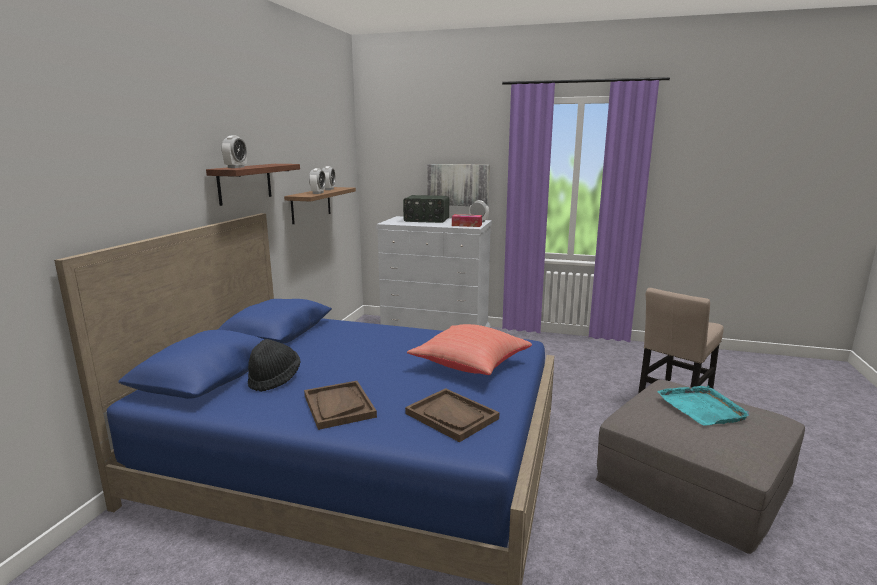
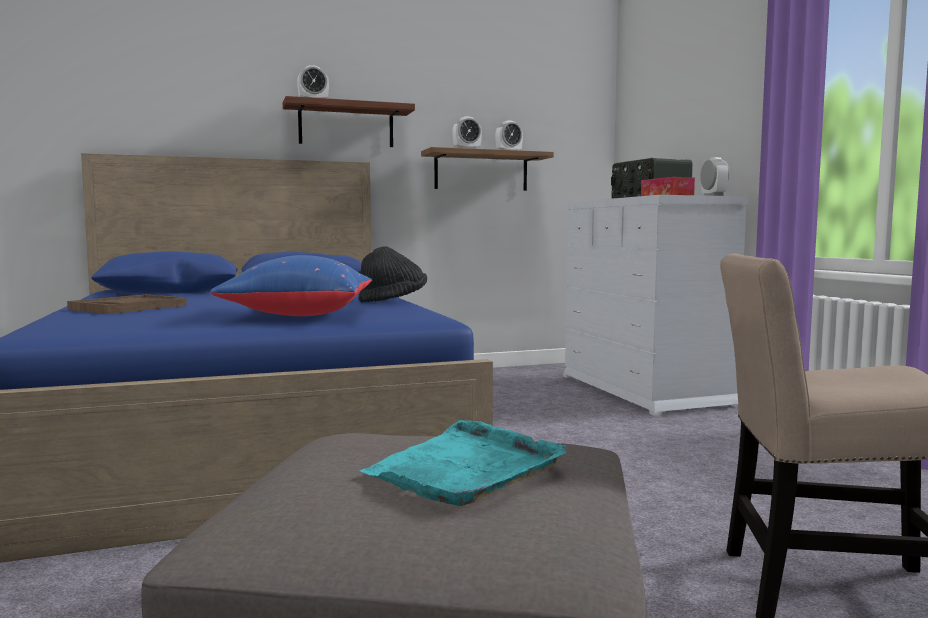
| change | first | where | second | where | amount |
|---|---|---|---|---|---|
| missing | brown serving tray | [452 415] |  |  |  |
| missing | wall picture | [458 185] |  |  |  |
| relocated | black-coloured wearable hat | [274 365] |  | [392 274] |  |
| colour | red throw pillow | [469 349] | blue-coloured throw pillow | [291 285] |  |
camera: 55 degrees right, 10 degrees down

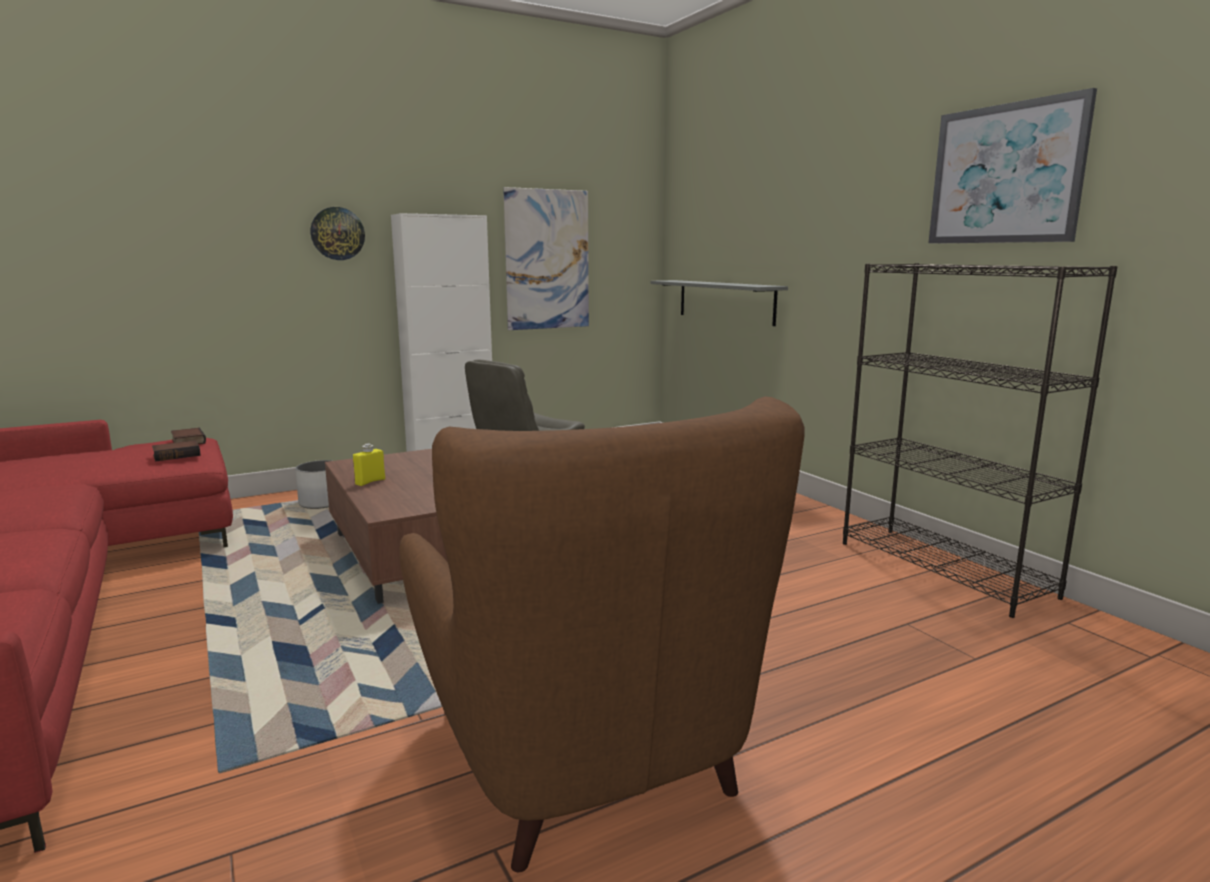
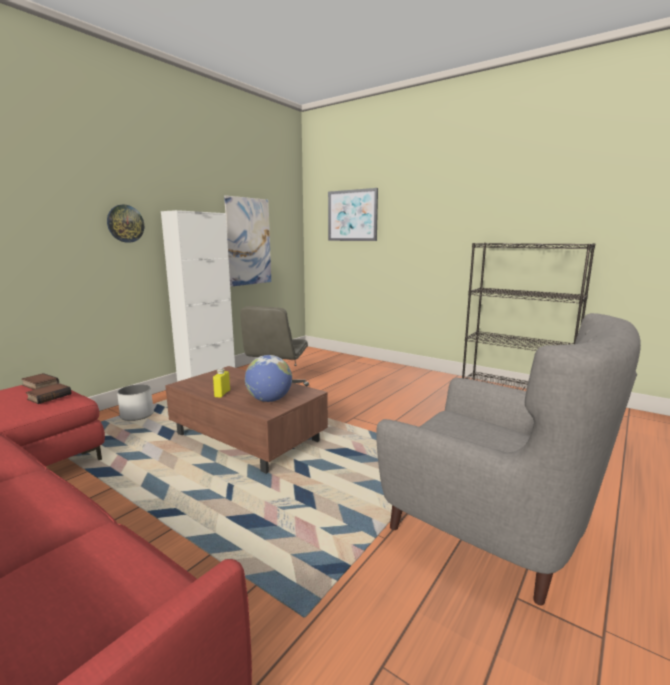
| change | first | where | second | where | amount |
|---|---|---|---|---|---|
| missing | grey bracket shelf | [719 303] |  |  |  |
| appeared |  |  | globe | [268 378] |  |
| relocated | wall picture | [1012 166] |  | [353 214] |  |
| colour | brown lounge chair | [602 634] | grey lounge chair | [508 459] |  |
camera: 25 degrees left, 0 degrees up

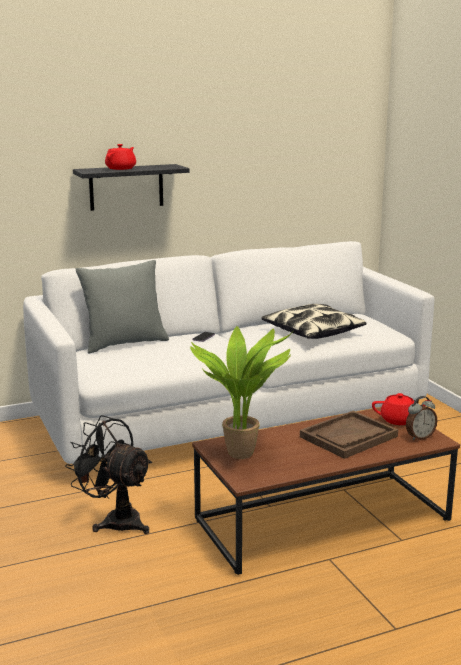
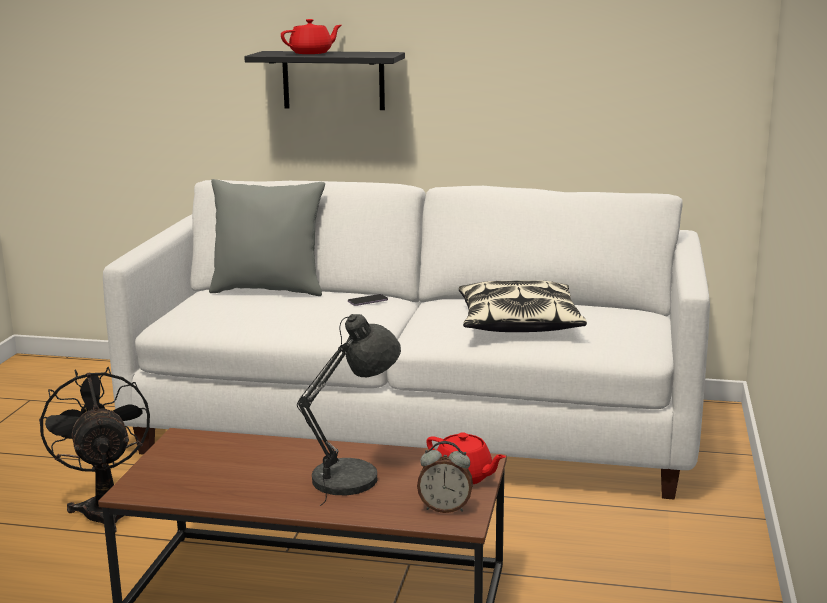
| change | first | where | second | where | amount |
|---|---|---|---|---|---|
| missing | potted plant | [242 392] |  |  |  |
| exchanged | brown serving tray | [349 435] | grey lamp for a table | [349 410] |  |
camera: 35 degrees right, 0 degrees up

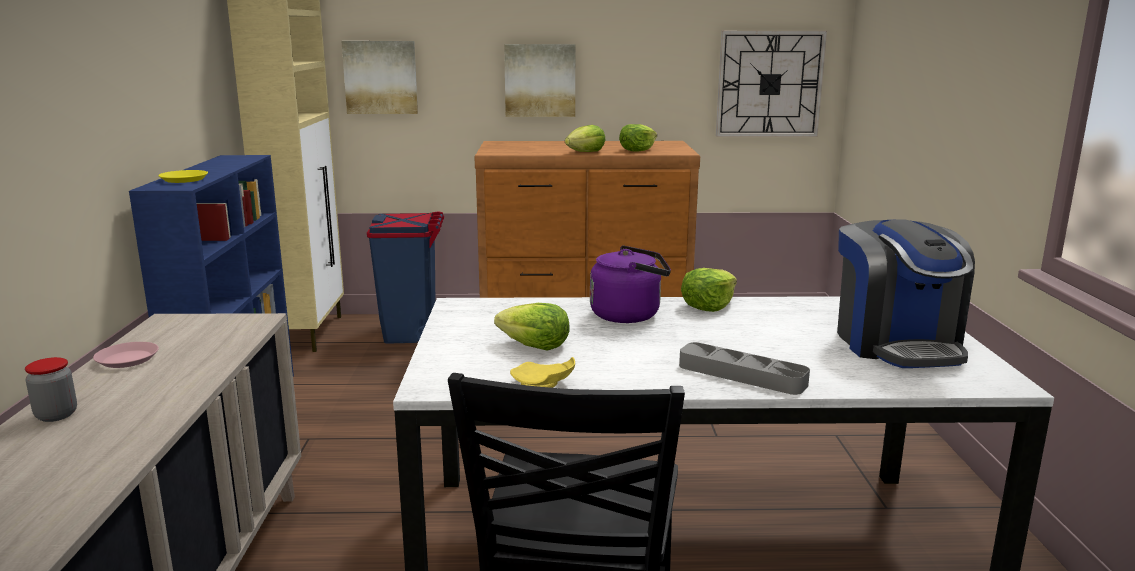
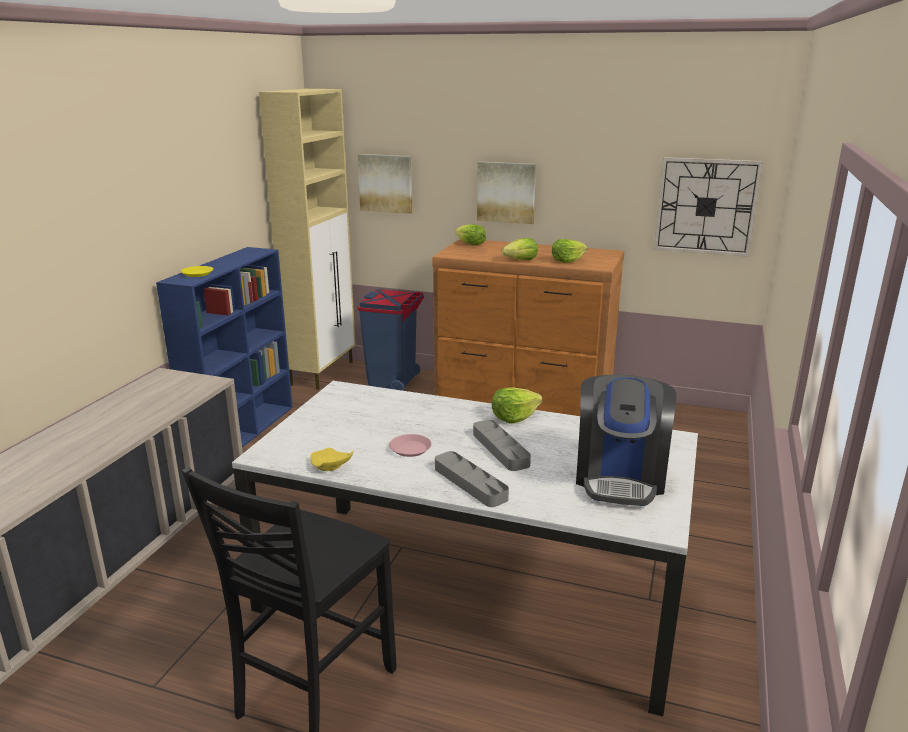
| change | first | where | second | where | amount |
|---|---|---|---|---|---|
| missing | jar | [51 389] |  |  |  |
| missing | purple-coloured kettle | [630 284] |  |  |  |
| appeared |  |  | grey serving tray | [502 445] |  |
| relocated | pinkish flat dish | [126 355] |  | [410 445] |  |
| relocated | head of lettuce | [532 327] |  | [470 235] |  |
camera: 20 degrees right, 5 degrees up

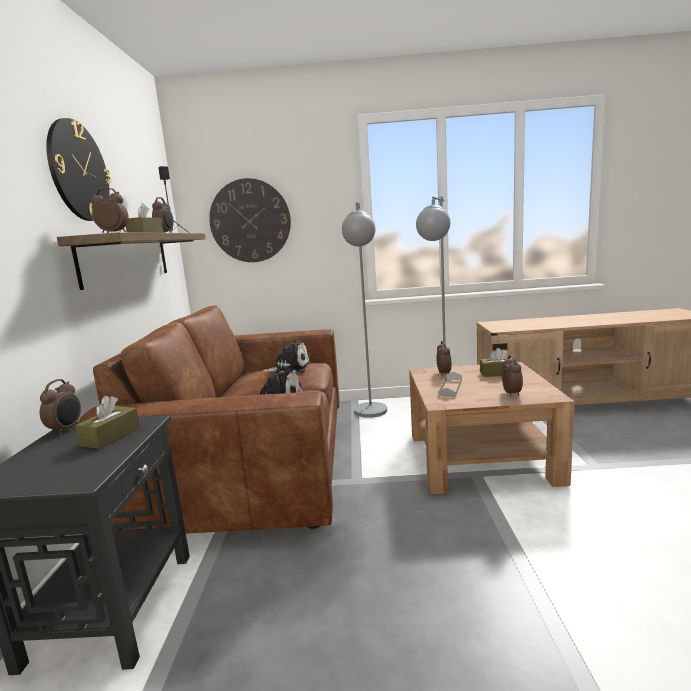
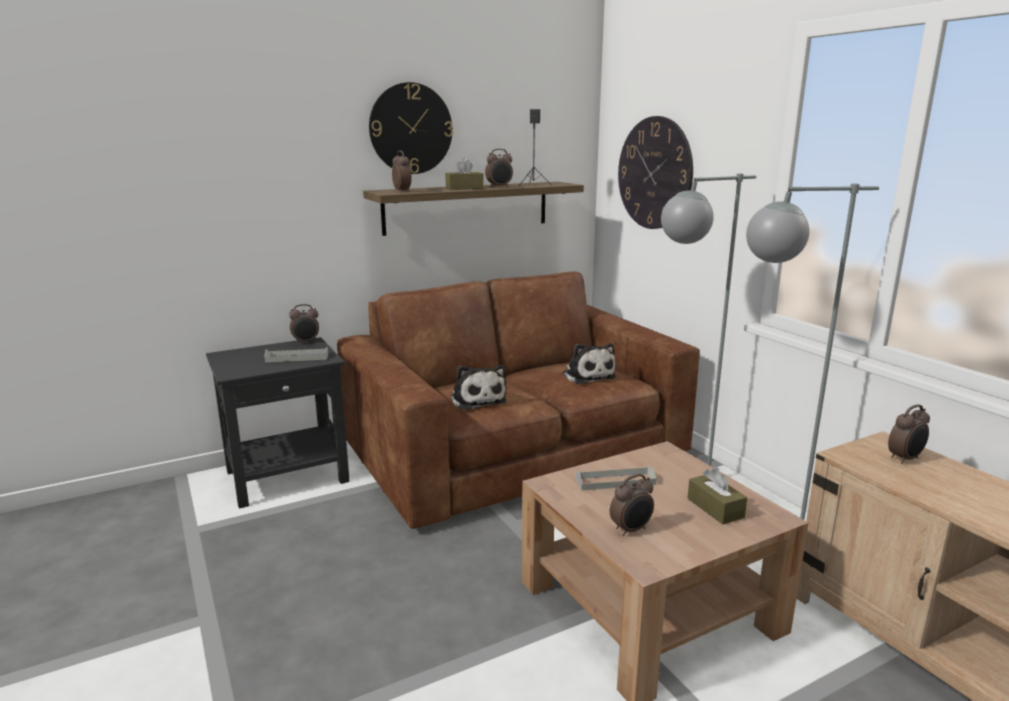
| change | first | where | second | where | amount |
|---|---|---|---|---|---|
| relocated | alarm clock | [443 357] |  | [909 434] |  |
| exchanged | brown box of tissues | [107 422] | grey serving tray | [296 354] |  |
camera: 60 degrees right, 5 degrees up

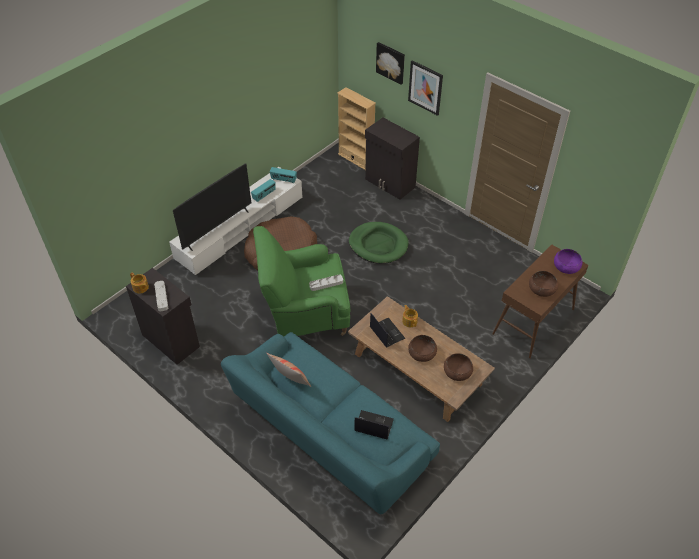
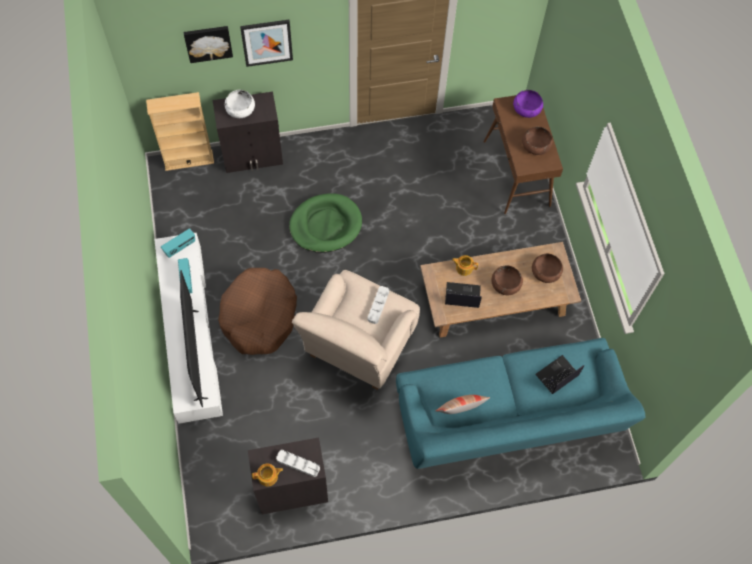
| change | first | where | second | where | amount |
|---|---|---|---|---|---|
| appeared |  |  | whitish deep dish | [240 104] |  |
| colour | green-coloured lounge chair | [301 281] | beige lounge chair | [356 330] |  |
camera: 55 degrees left, 15 degrees up

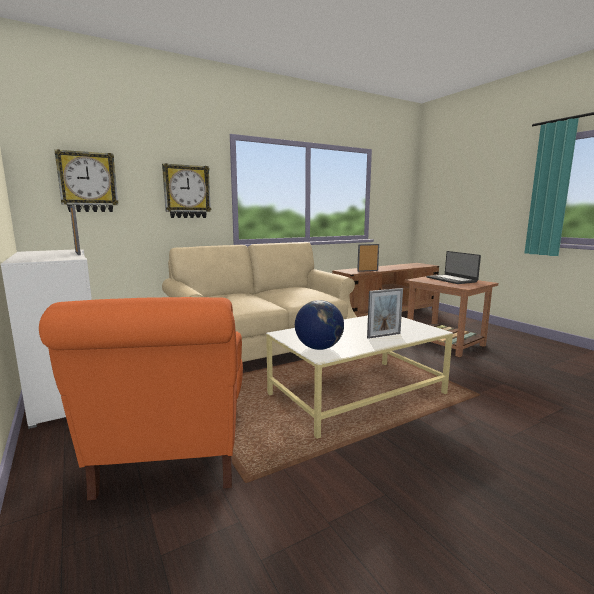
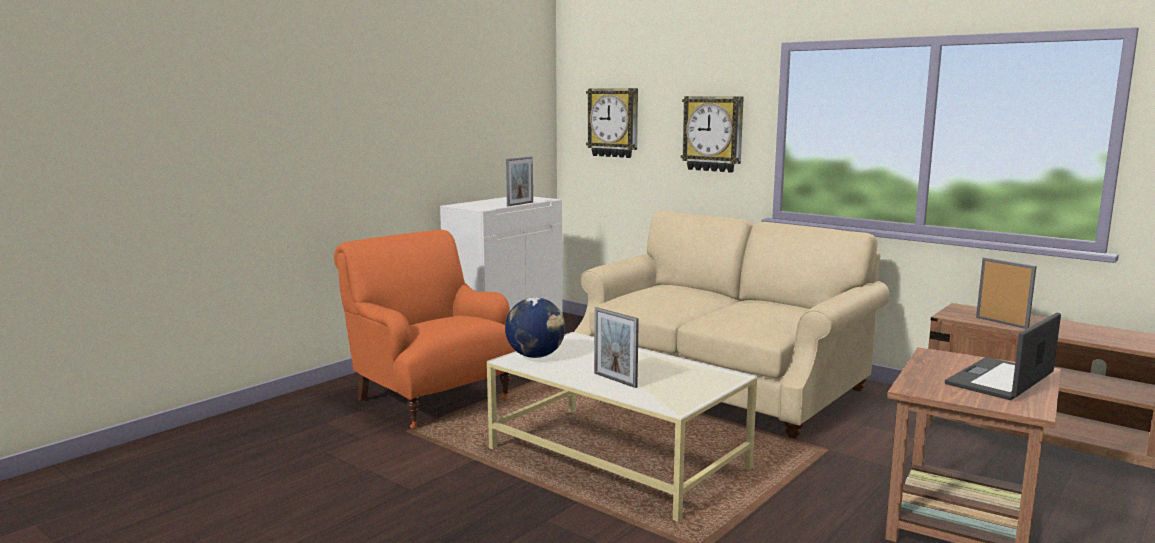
| change | first | where | second | where | amount |
|---|---|---|---|---|---|
| spun | orange-coloured lounge chair | [141 398] |  | [424 329] | 75 degrees clockwise |
camera: 70 degrees right, 0 degrees up

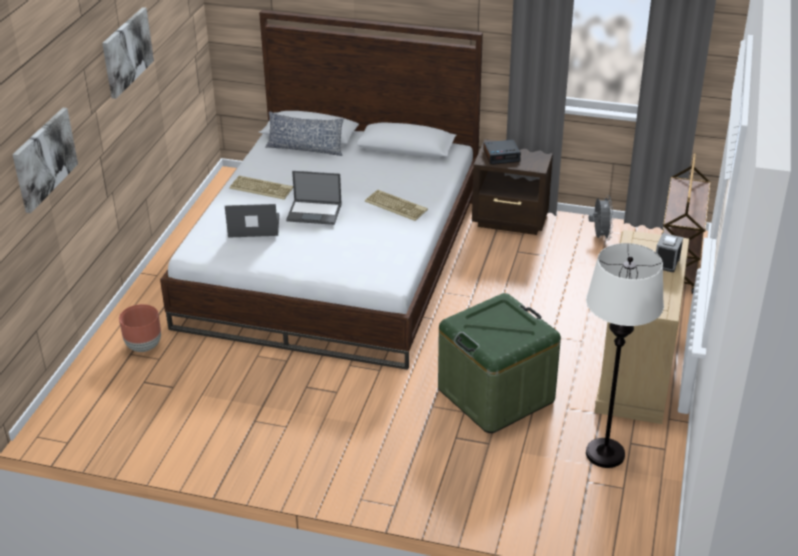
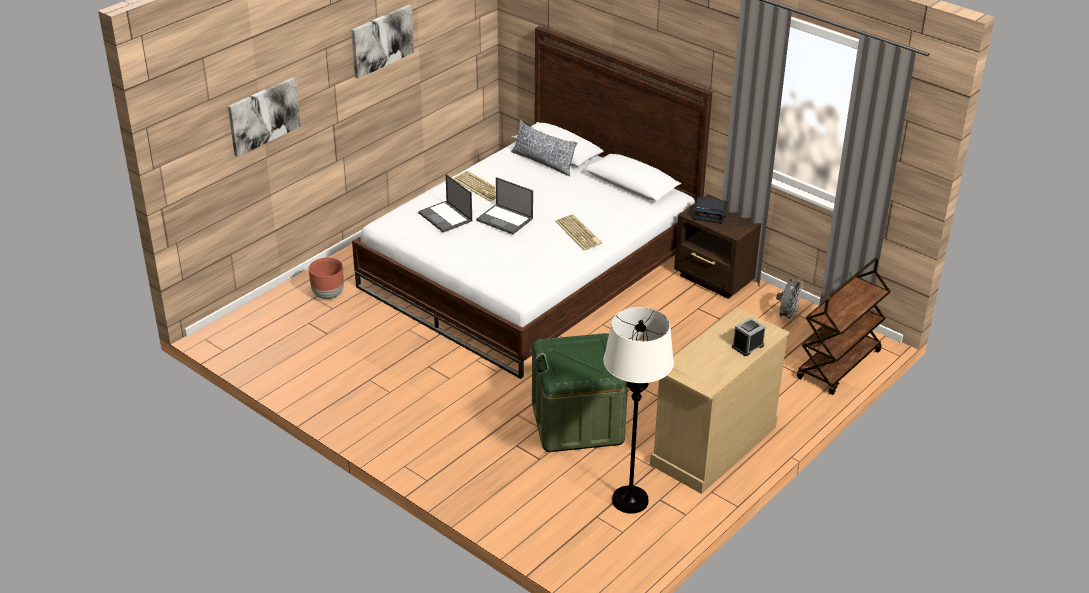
| change | first | where | second | where | amount |
|---|---|---|---|---|---|
| spun | portable computer | [252 221] |  | [445 203] | 150 degrees counterclockwise |
camera: 25 degrees right, 0 degrees up

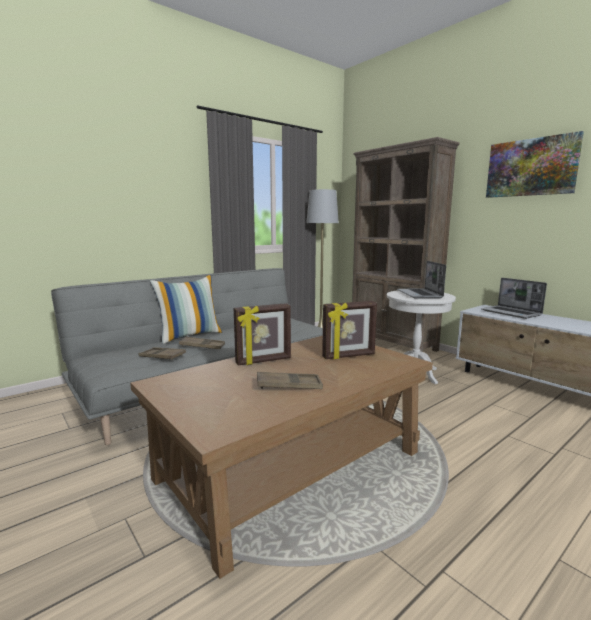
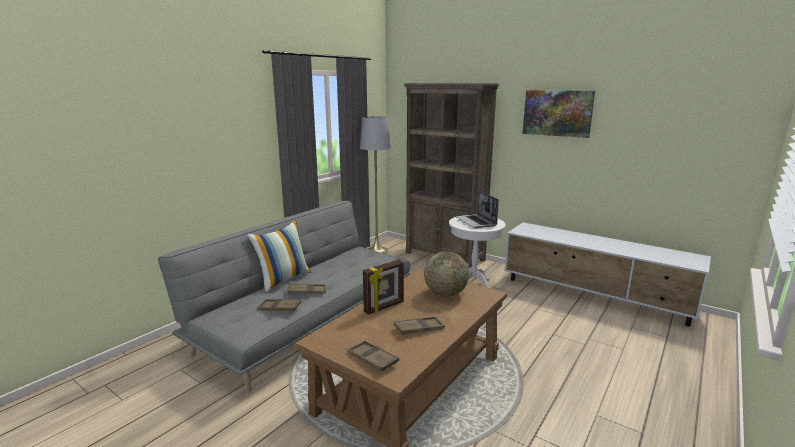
| change | first | where | second | where | amount |
|---|---|---|---|---|---|
| missing | portable computer | [514 298] |  |  |  |
| appeared |  |  | brown serving tray | [373 355] |  |
| exchanged | standing frame | [349 330] | globe | [446 274] |  |
camera: 15 degrees left, 5 degrees up

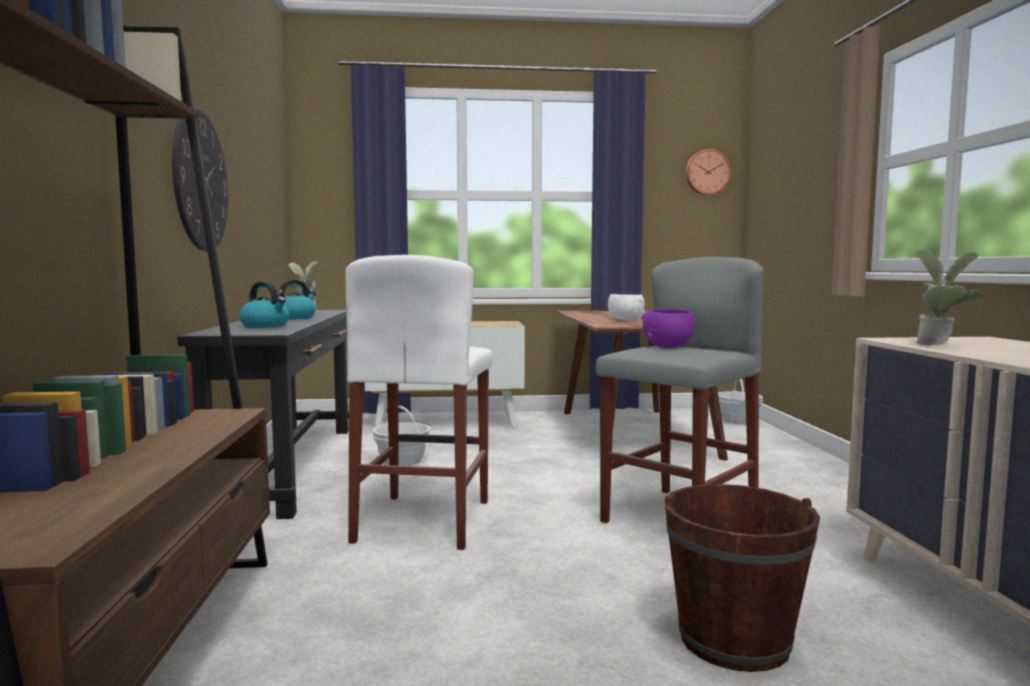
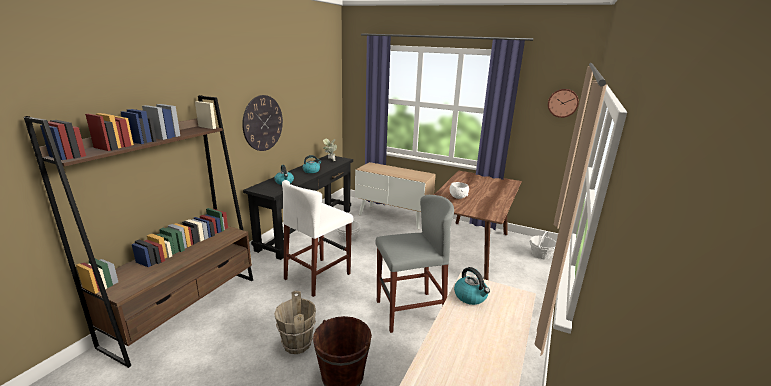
| change | first | where | second | where | amount |
|---|---|---|---|---|---|
| missing | purple-coloured deep dish | [668 328] |  |  |  |
| appeared |  |  | brown pail | [295 322] |  |
| exchanged | potted plant | [951 297] | kettle | [472 286] |  |
camera: 30 degrees right, 15 degrees up

